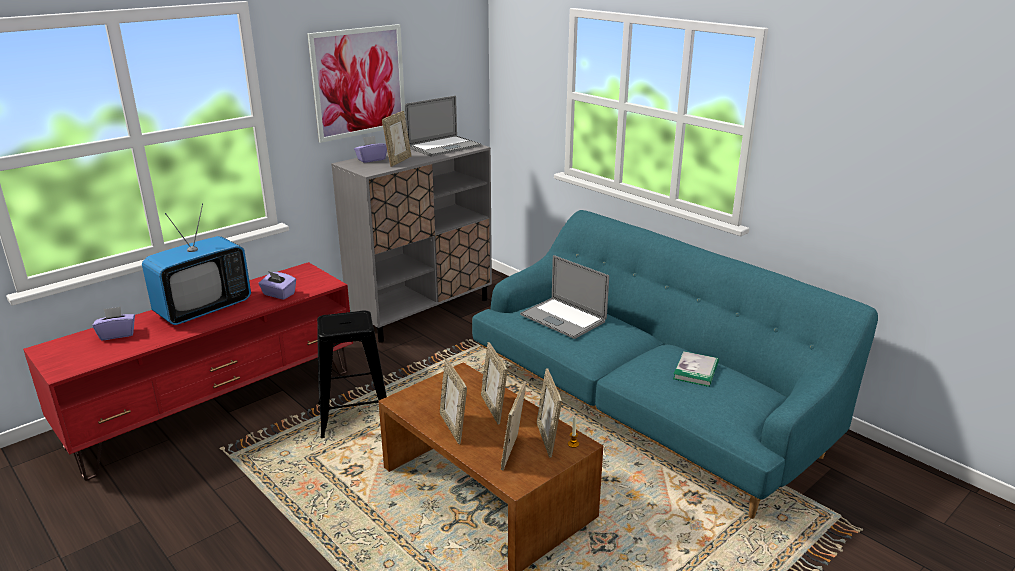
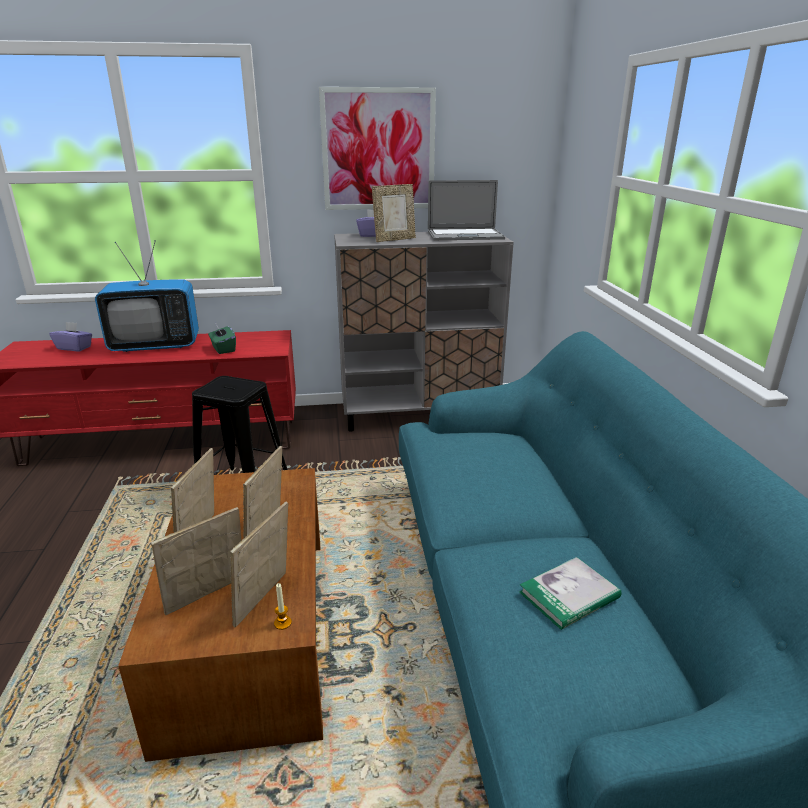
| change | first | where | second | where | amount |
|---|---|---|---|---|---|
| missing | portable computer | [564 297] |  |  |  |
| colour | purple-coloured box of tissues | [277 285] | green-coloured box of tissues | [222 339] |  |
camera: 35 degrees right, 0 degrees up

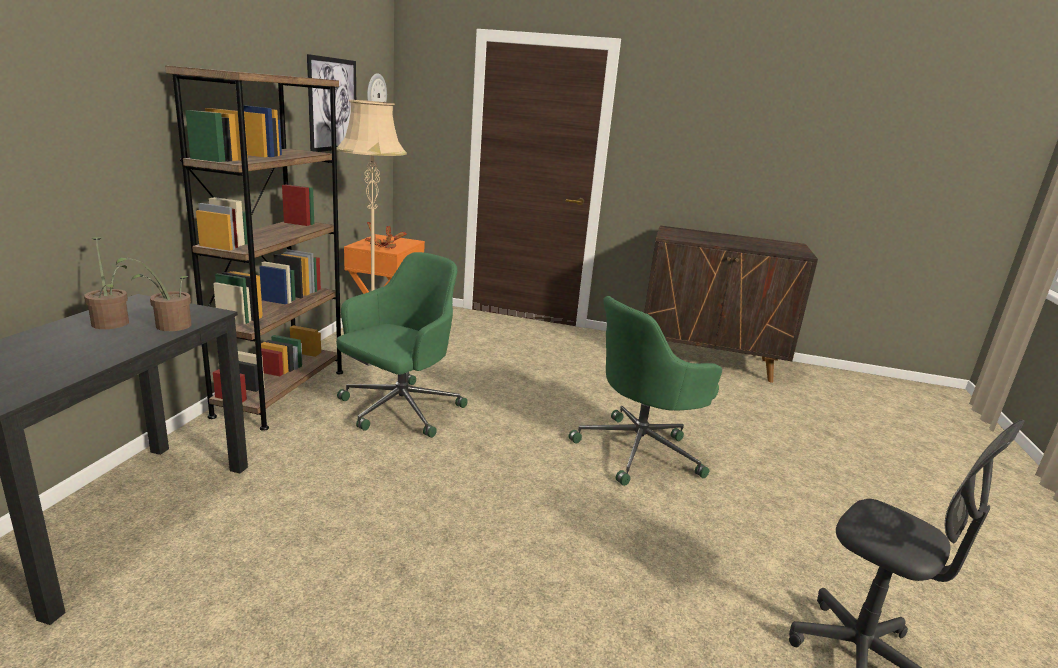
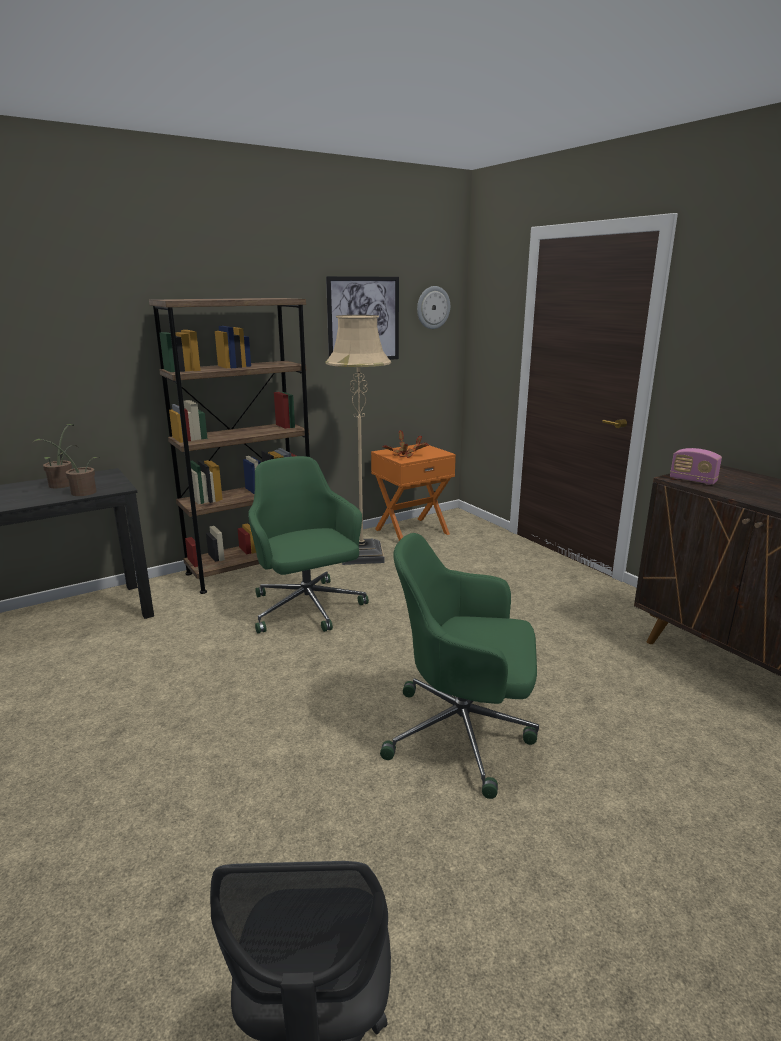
| change | first | where | second | where | amount |
|---|---|---|---|---|---|
| appeared |  |  | radio | [696 466] |  |
| spun | green-coloured desk chair | [402 345] |  | [308 545] | 105 degrees counterclockwise |
camera: 45 degrees right, 0 degrees up

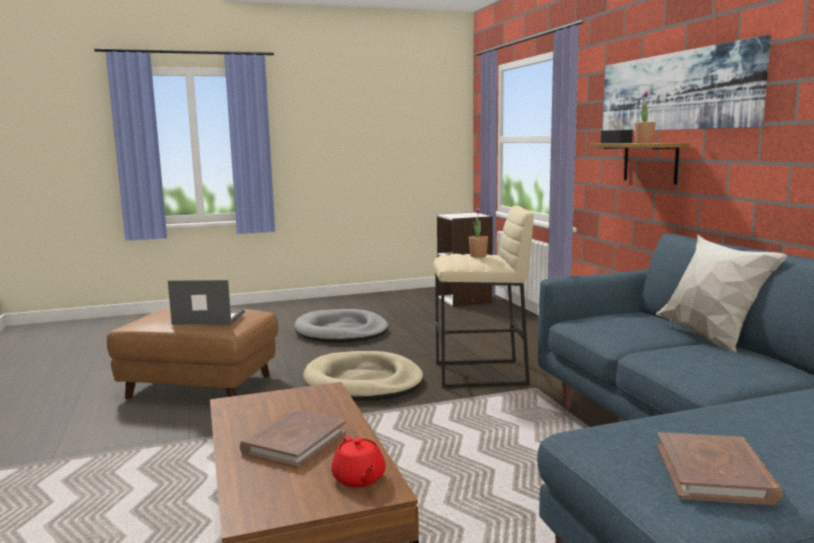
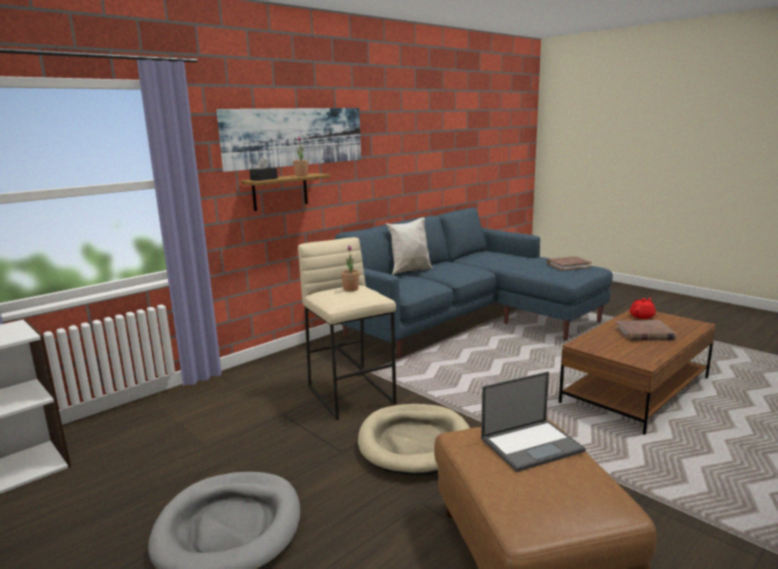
| change | first | where | second | where | amount |
|---|---|---|---|---|---|
| spun | portable computer | [206 302] |  | [533 422] | 90 degrees counterclockwise |
camera: 115 degrees left, 5 degrees up

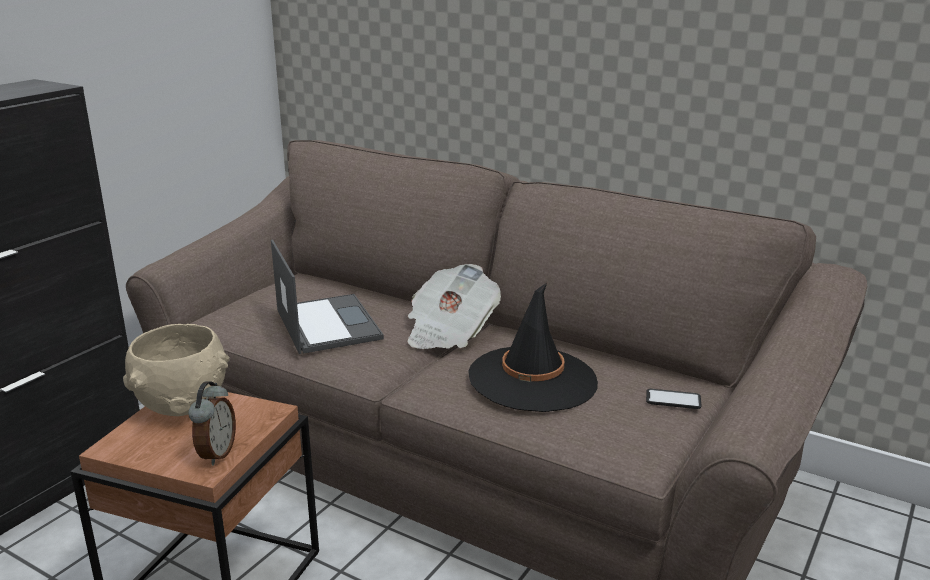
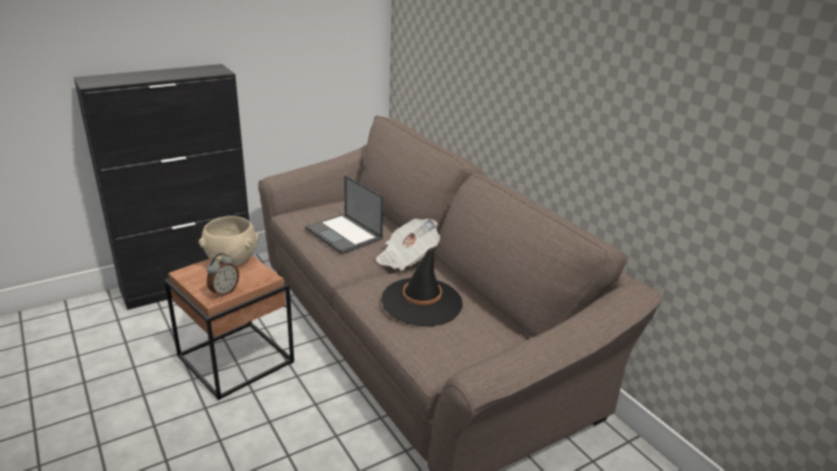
| change | first | where | second | where | amount |
|---|---|---|---|---|---|
| missing | telephone | [674 399] |  |  |  |
| spun | portable computer | [327 296] |  | [344 215] | 135 degrees clockwise |
camera: 25 degrees right, 5 degrees up

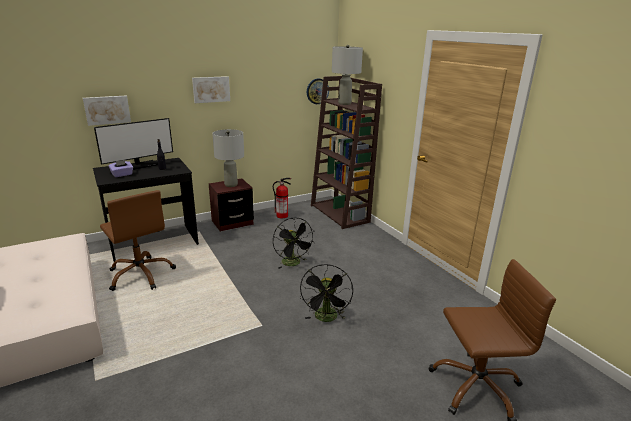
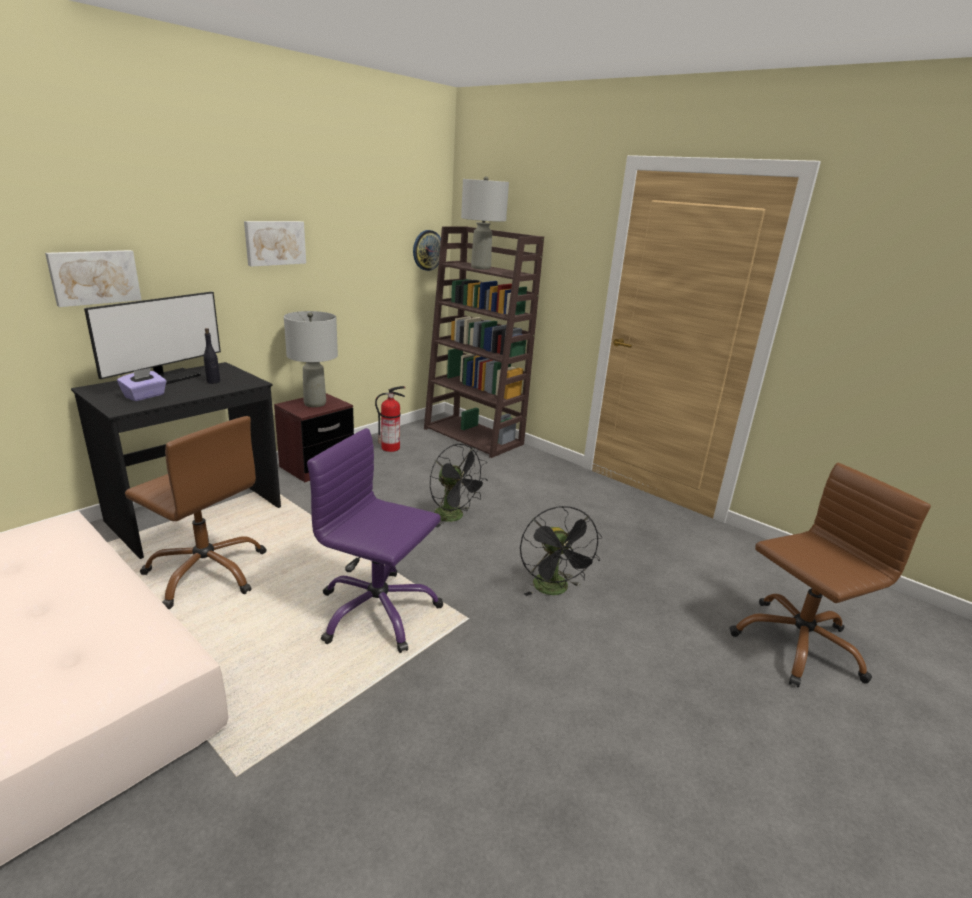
| change | first | where | second | where | amount |
|---|---|---|---|---|---|
| appeared |  |  | purple-coloured desk chair | [375 540] |  |
camera: 20 degrees left, 0 degrees up

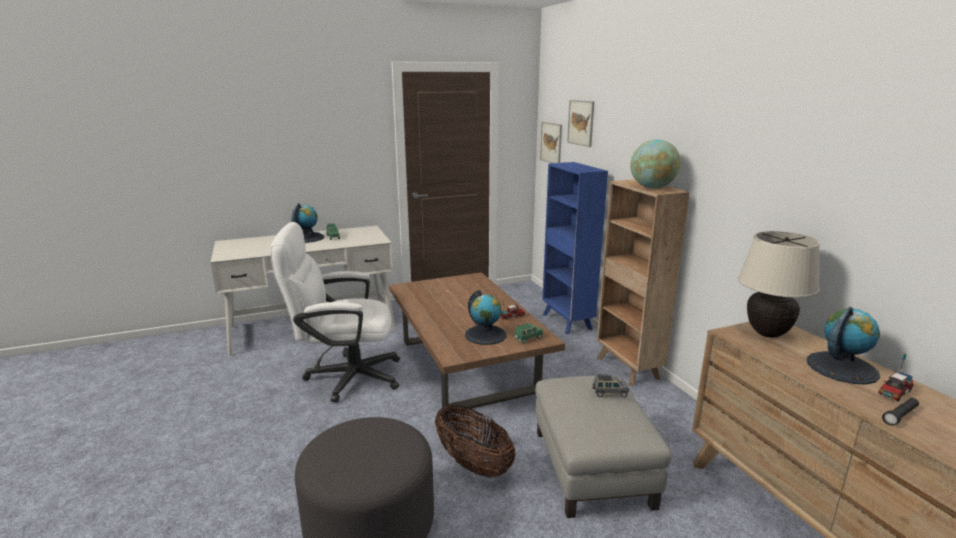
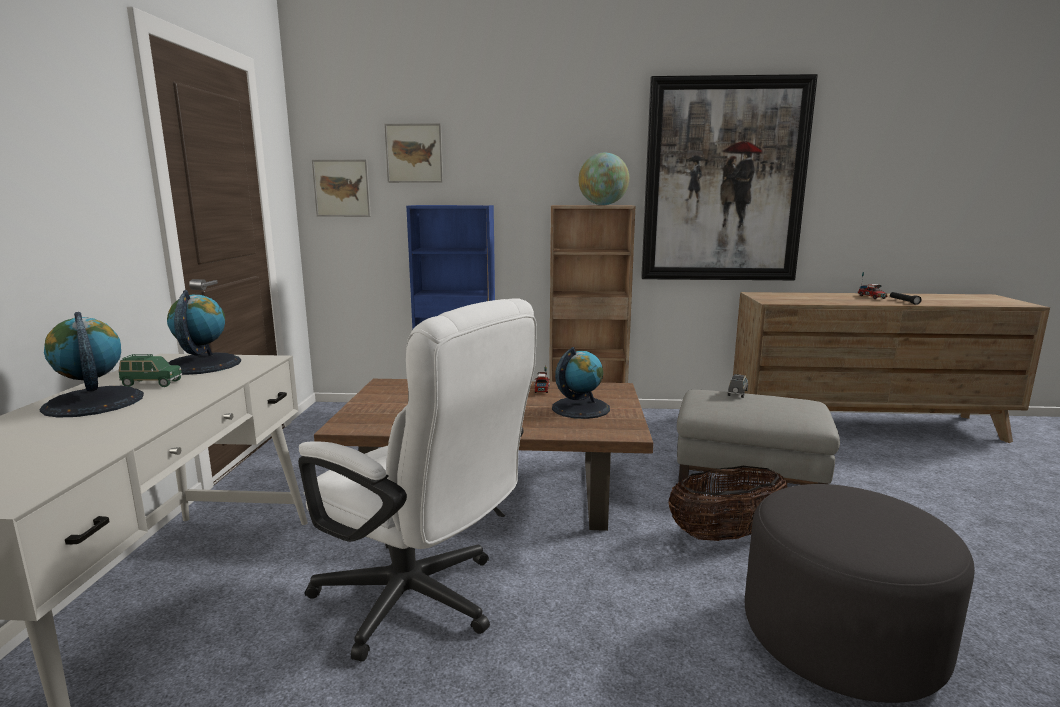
| change | first | where | second | where | amount |
|---|---|---|---|---|---|
| missing | green-coloured toy car | [528 333] |  |  |  |
| missing | beige lamp for a table | [779 284] |  |  |  |
| appeared |  |  | wall picture | [729 177] |  |
| relocated | globe | [843 346] |  | [204 332] |  |
| spun | whitish desk chair | [335 312] |  | [417 480] | 75 degrees counterclockwise |
camera: 65 degrees left, 5 degrees down

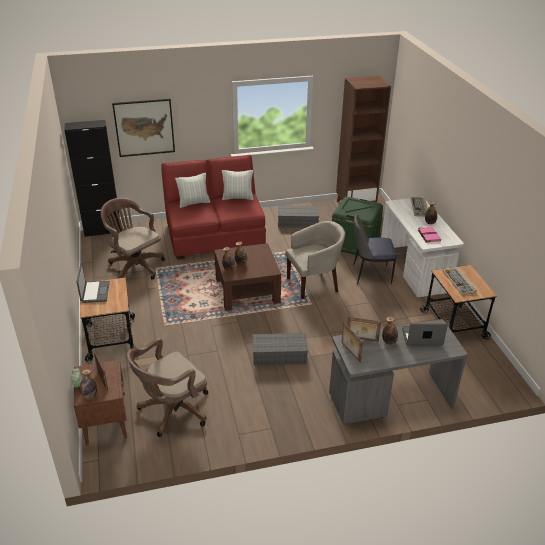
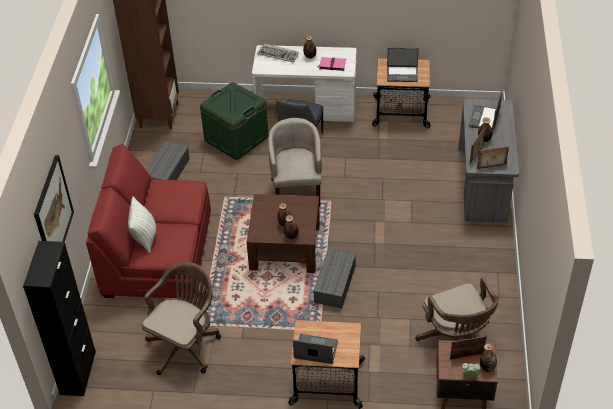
| change | first | where | second | where | amount |
|---|---|---|---|---|---|
| missing | throw pillow | [238 185] |  |  |  |
| relocated | grey storage container | [280 349] |  | [334 278] |  |
| exchanged | keyboard | [460 281] | portable computer | [403 65] |  |
| spun | brown desk chair | [133 239] |  | [181 318] | 150 degrees clockwise |
camera: 70 degrees left, 10 degrees up

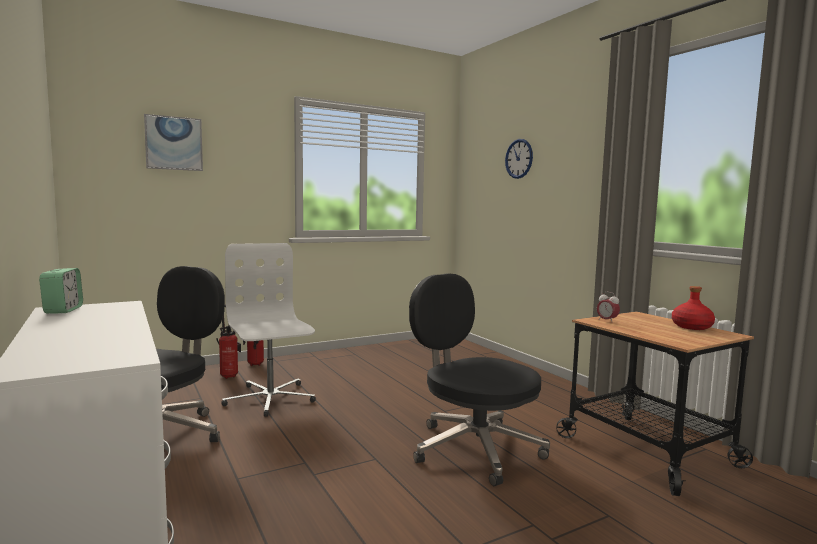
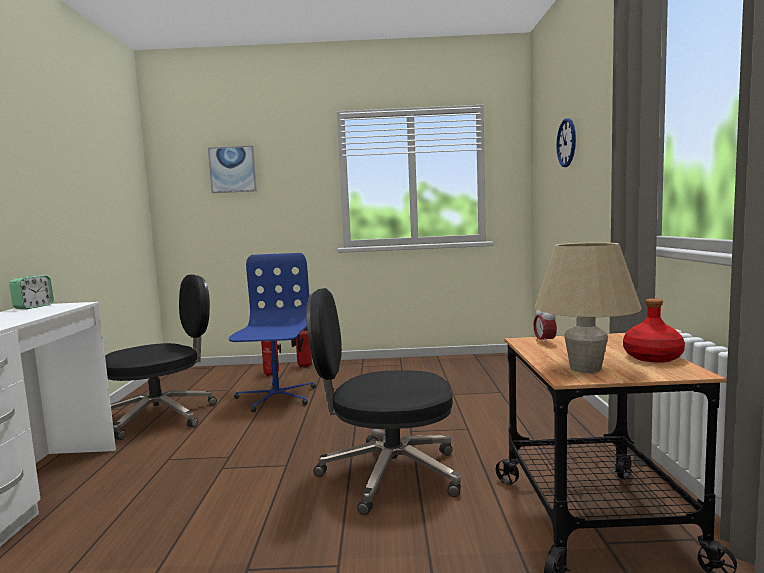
| change | first | where | second | where | amount |
|---|---|---|---|---|---|
| appeared |  |  | beige lamp for a table | [588 307] |  |
| colour | whitish desk chair | [269 330] | blue-coloured desk chair | [272 332] |  |
| spun | black-coloured desk chair | [479 380] |  | [383 401] | 75 degrees counterclockwise |
camera: 30 degrees right, 0 degrees up

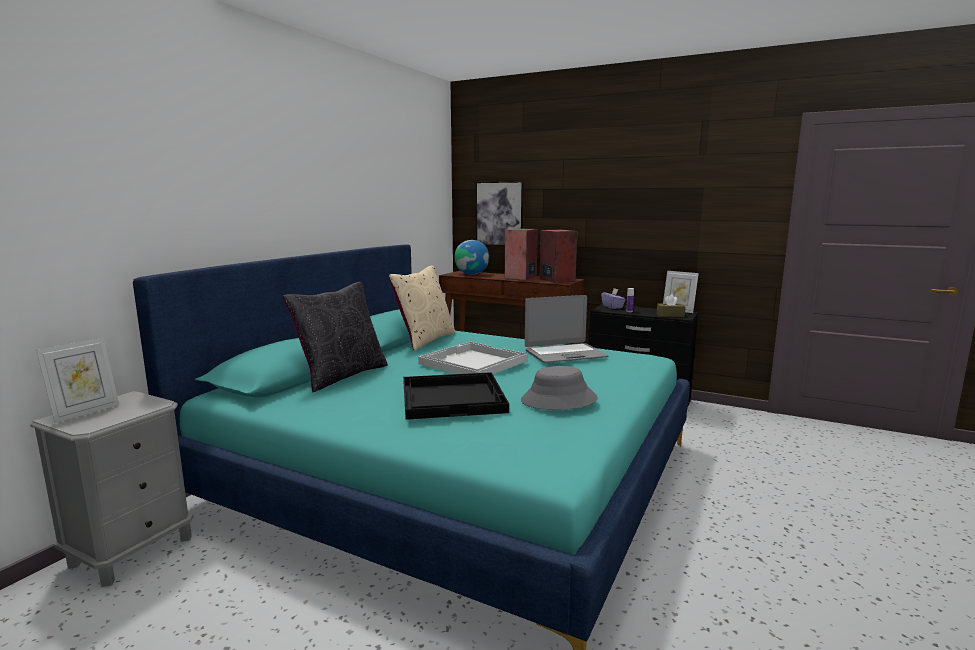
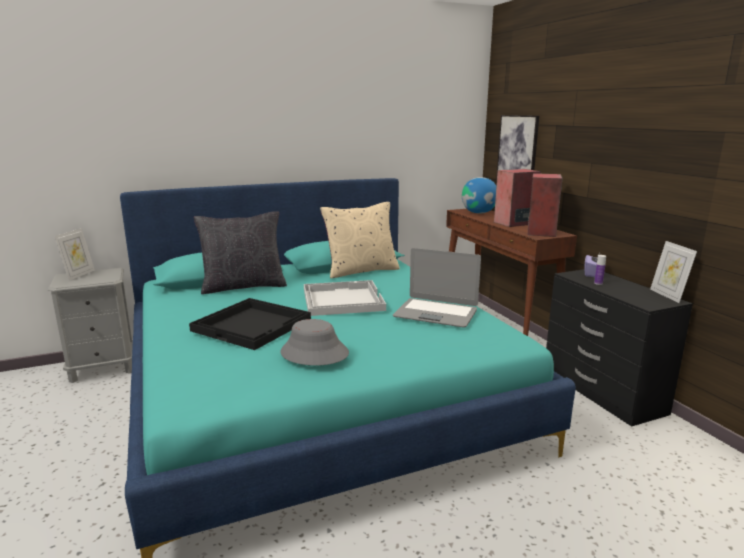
| change | first | where | second | where | amount |
|---|---|---|---|---|---|
| missing | brown box of tissues | [671 305] |  |  |  |
| spun | standing frame | [77 380] |  | [74 254] | 60 degrees counterclockwise |
camera: 40 degrees right, 5 degrees up

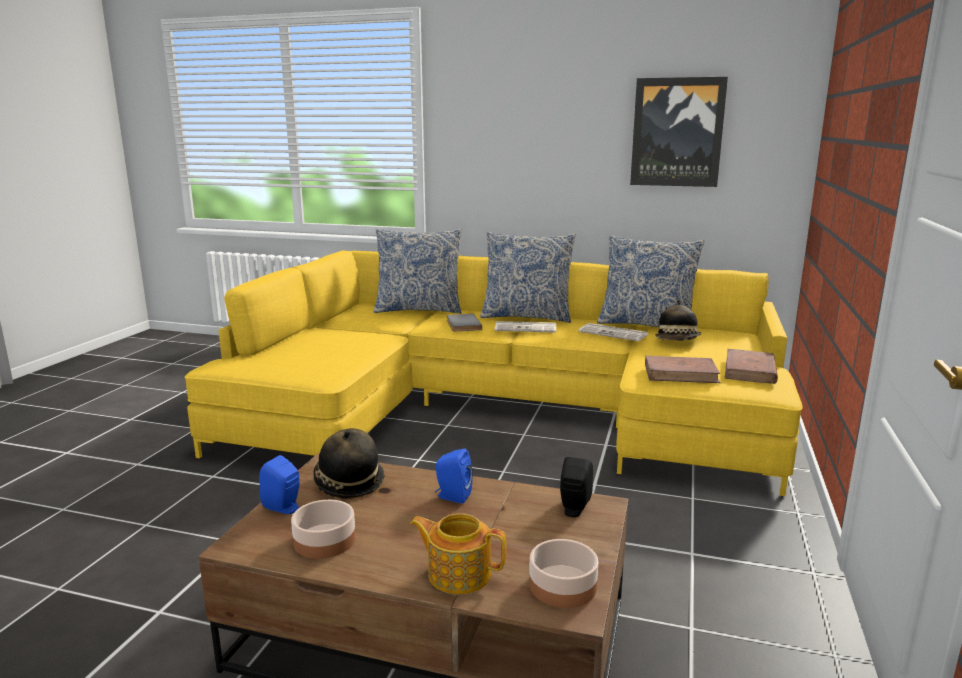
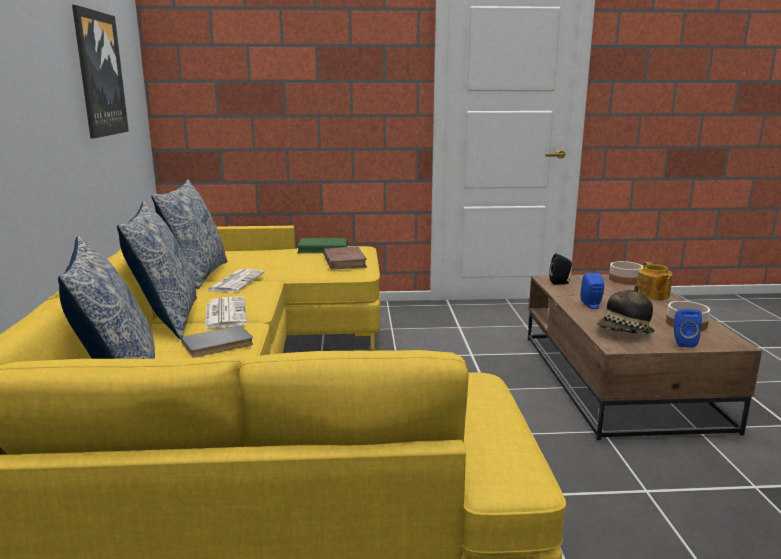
| change | first | where | second | where | amount |
|---|---|---|---|---|---|
| missing | wearable hat | [678 320] |  |  |  |
| colour | brown volume | [751 366] | green-coloured volume | [322 245] |  |
camera: 110 degrees left, 0 degrees up

